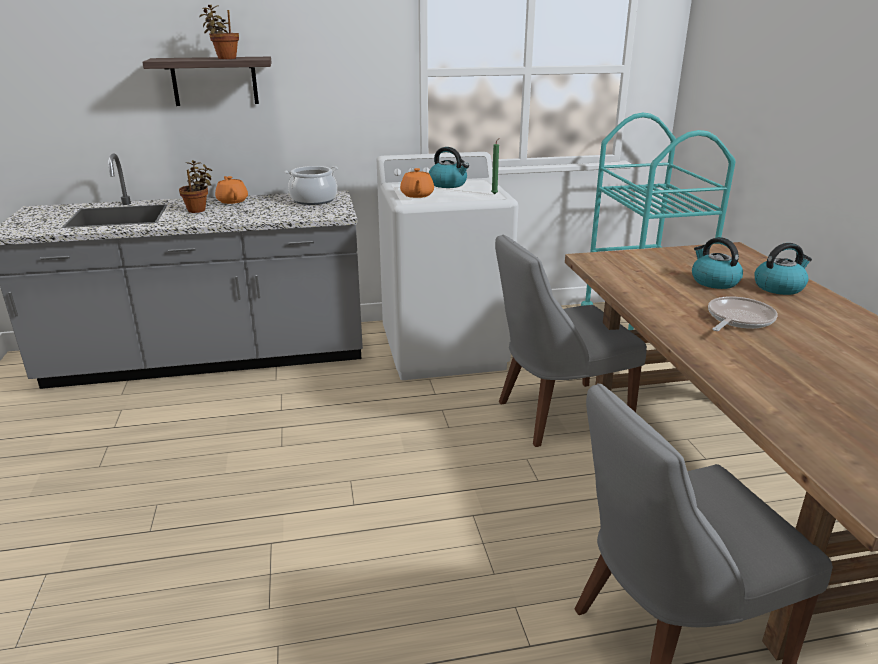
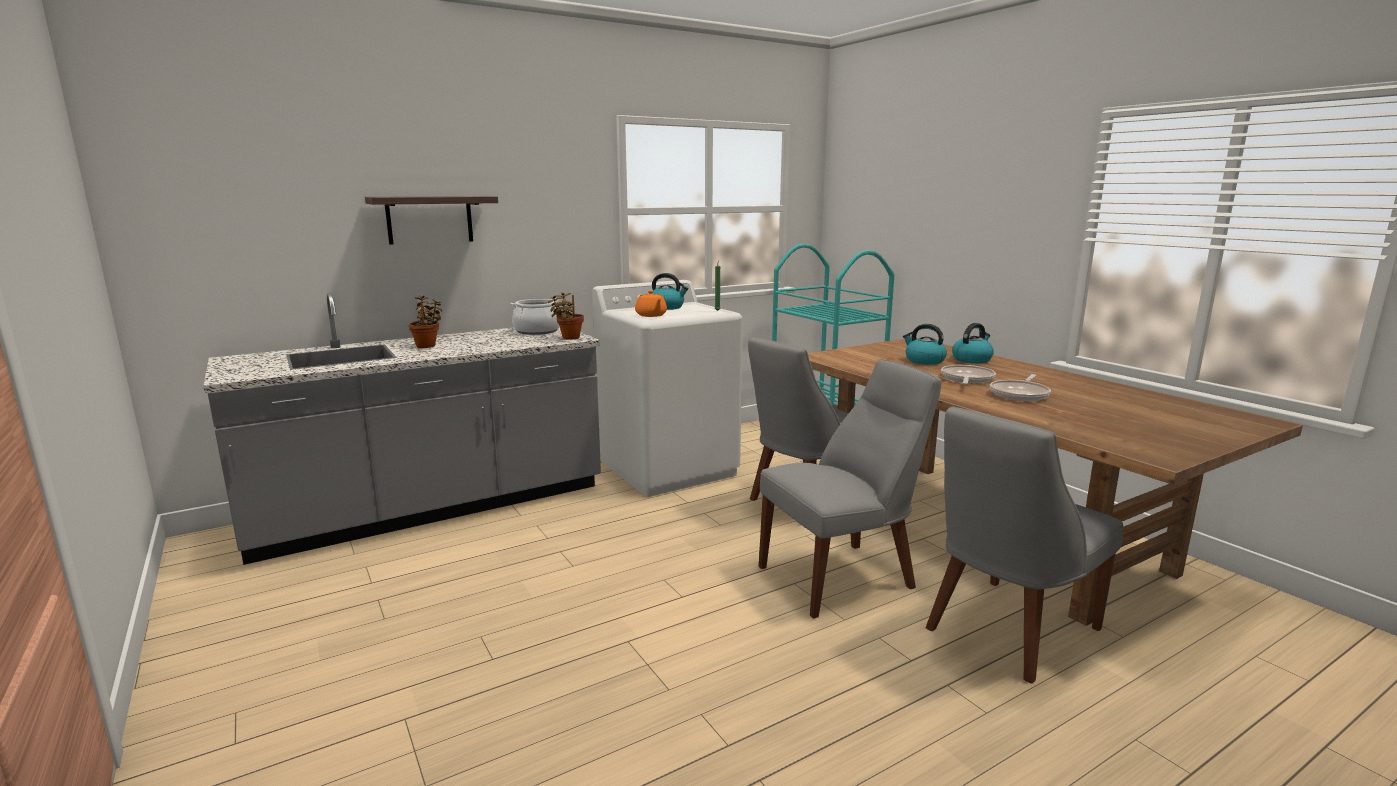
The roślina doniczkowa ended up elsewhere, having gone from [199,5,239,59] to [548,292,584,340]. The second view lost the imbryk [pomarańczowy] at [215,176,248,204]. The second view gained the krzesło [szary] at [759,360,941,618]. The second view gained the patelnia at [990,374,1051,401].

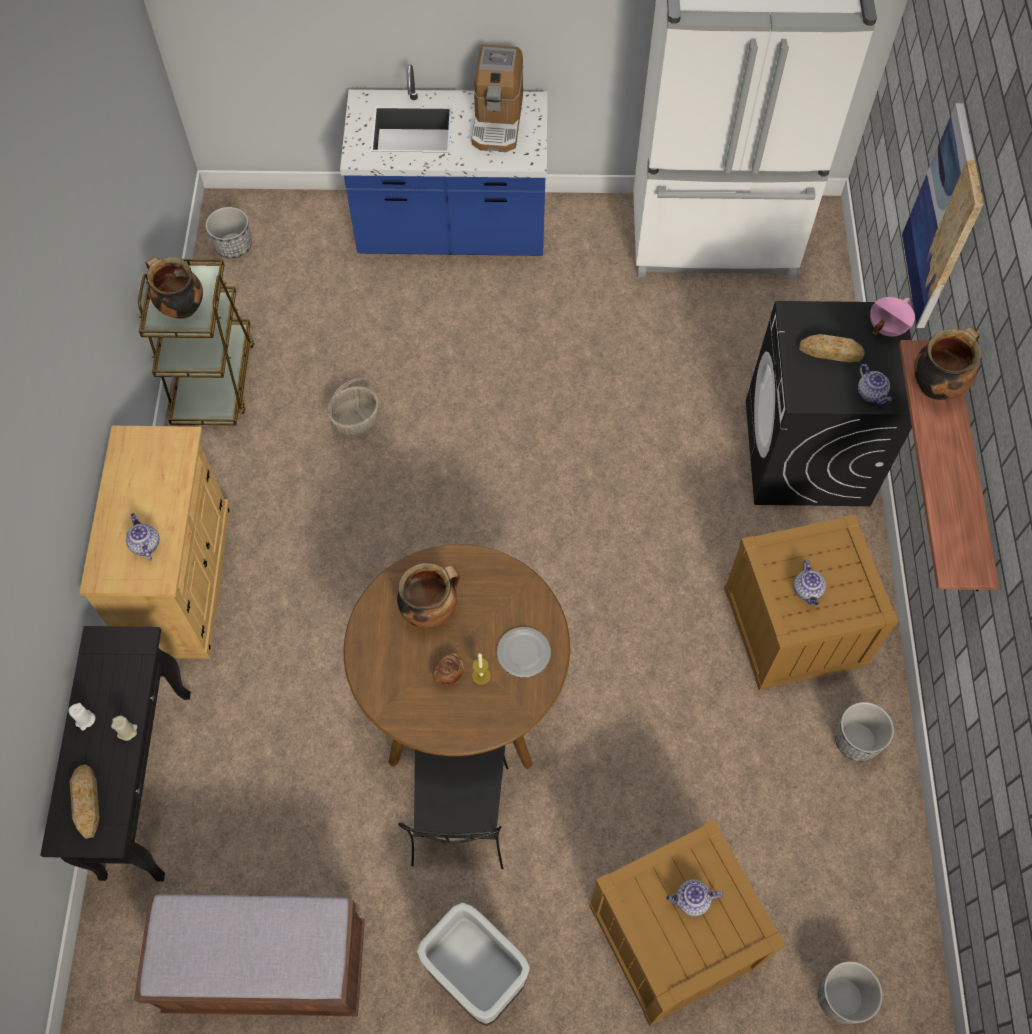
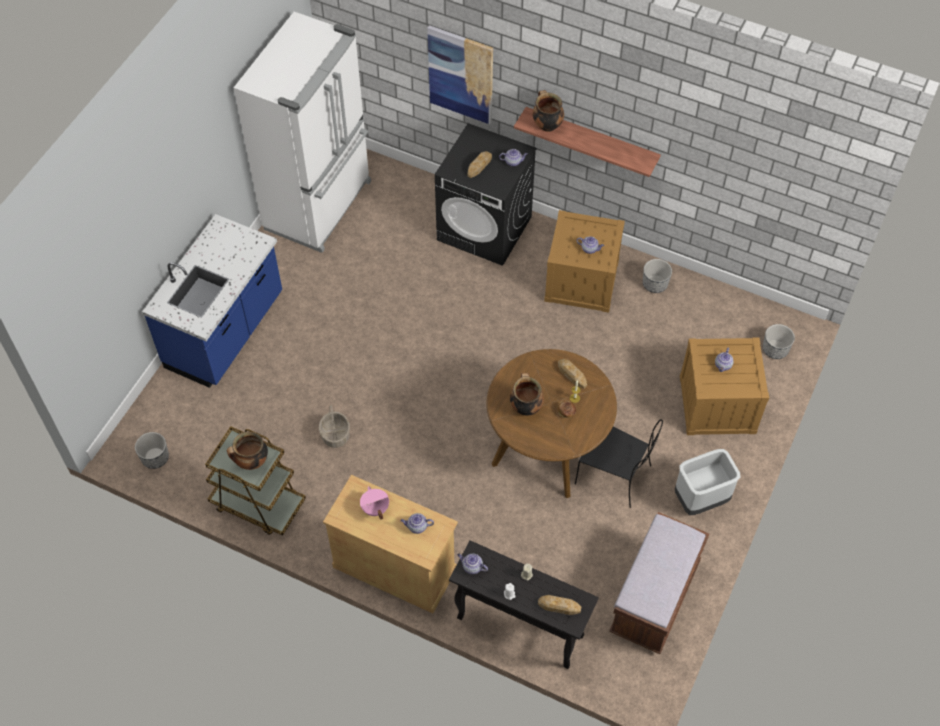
The second view lost the ekspres do kawy at [471,45,524,152]. Where the talerz stood at [497,627,551,677], the chleb came to stand at [558,359,587,389]. The garnek [różowy] ended up elsewhere, having gone from [870,297,915,336] to [360,486,389,520]. The second view gained the imbryk at [457,553,488,574].

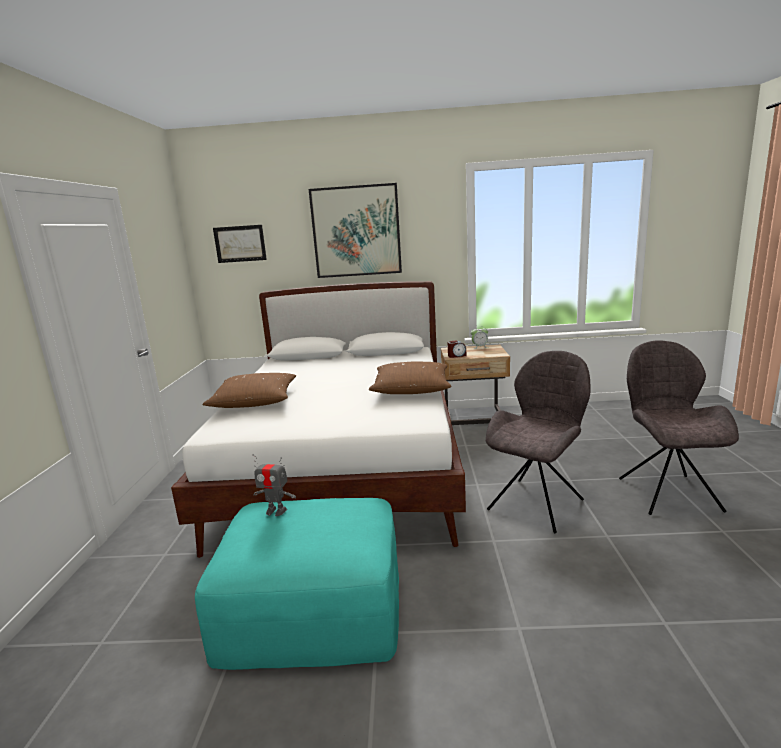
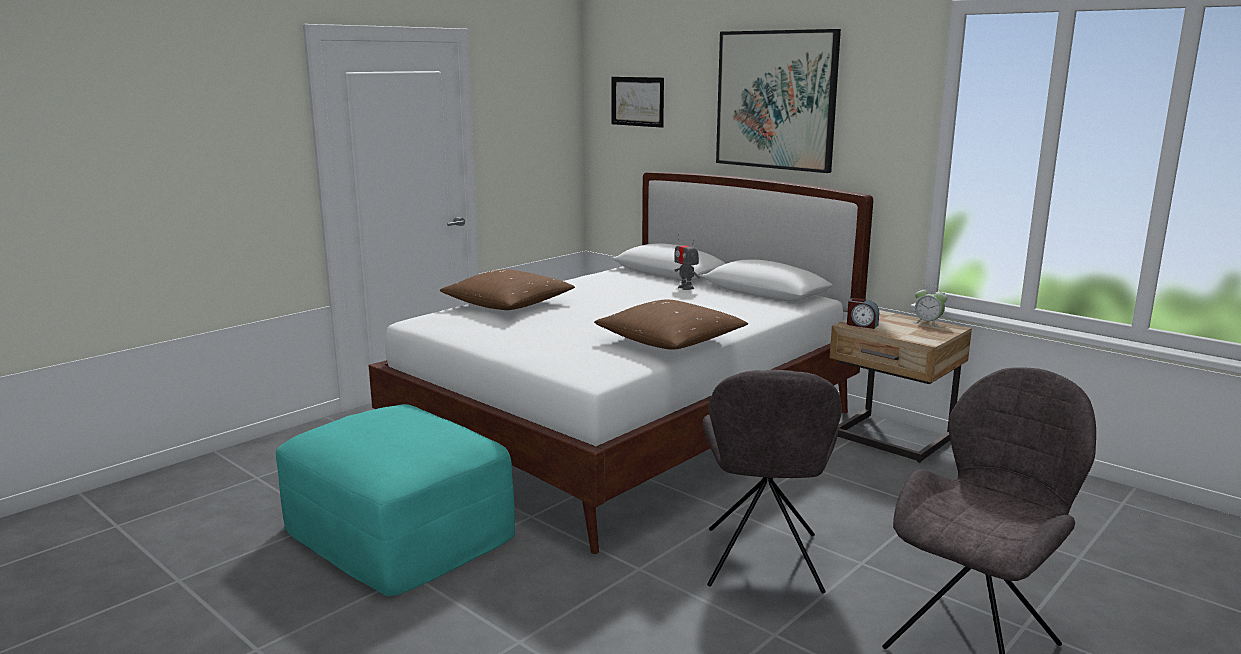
The robot zabawkowy ended up elsewhere, having gone from [253,454,296,516] to [674,234,700,290]. The krzesło [szary] at [486,351,590,533] ended up facing another way, 105 degrees clockwise from before.

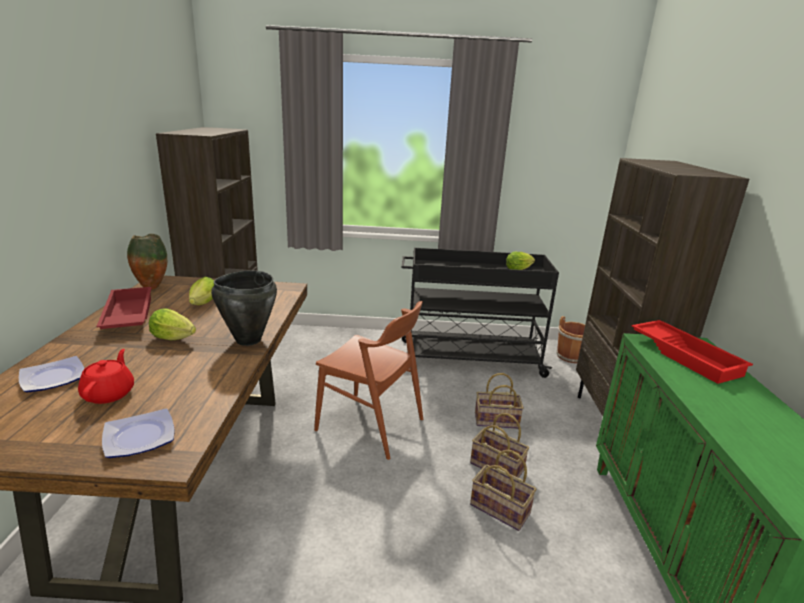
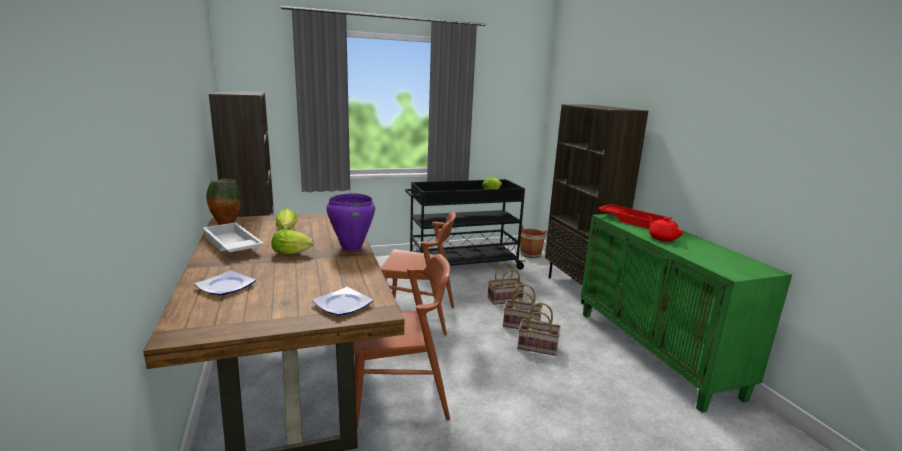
The imbryk [czerwony] ended up elsewhere, having gone from [78,349,134,404] to [648,216,683,241]. What was the taca [czerwony] at [97,287,152,329] turned into the taca [biały] at [203,222,264,252]. What was the garnek [czarny] at [211,270,277,346] turned into the garnek [fioletowy] at [326,193,375,251]. The second view gained the krzesło [brązowy] at [353,254,450,429].

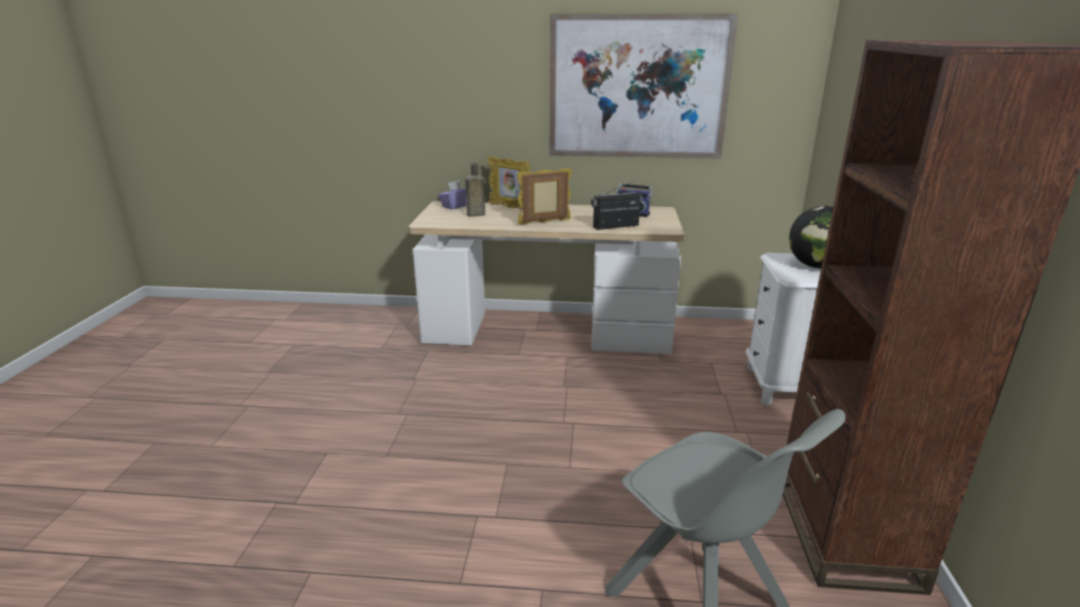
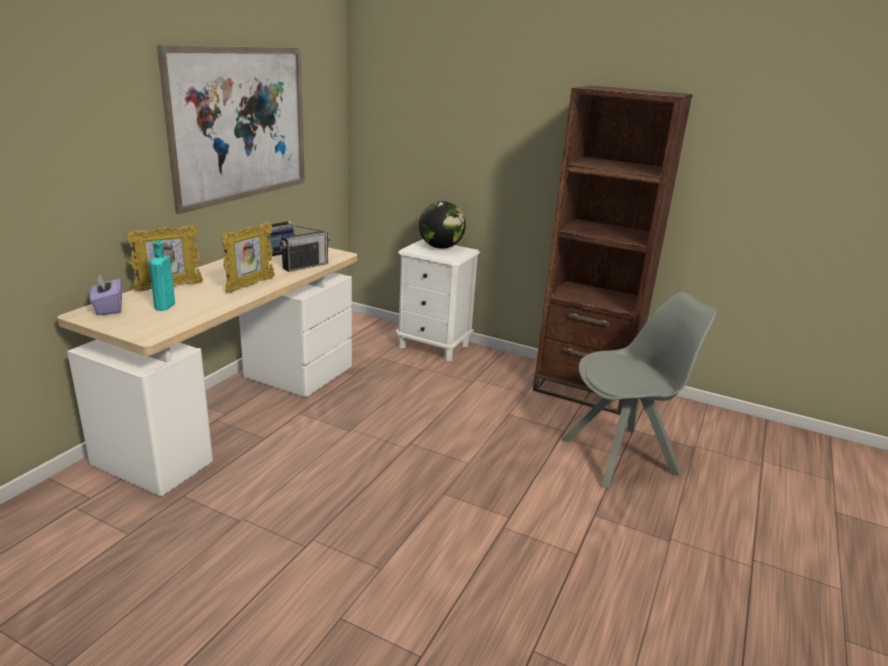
What was the butelka [brązowy] at [465,163,485,217] turned into the butelka [turkusowy] at [149,240,175,311]. The ramka na zdjęcie at [517,168,572,225] ended up facing another way, 150 degrees counterclockwise from before. The radio at [591,180,642,230] ended up facing another way, 135 degrees counterclockwise from before.

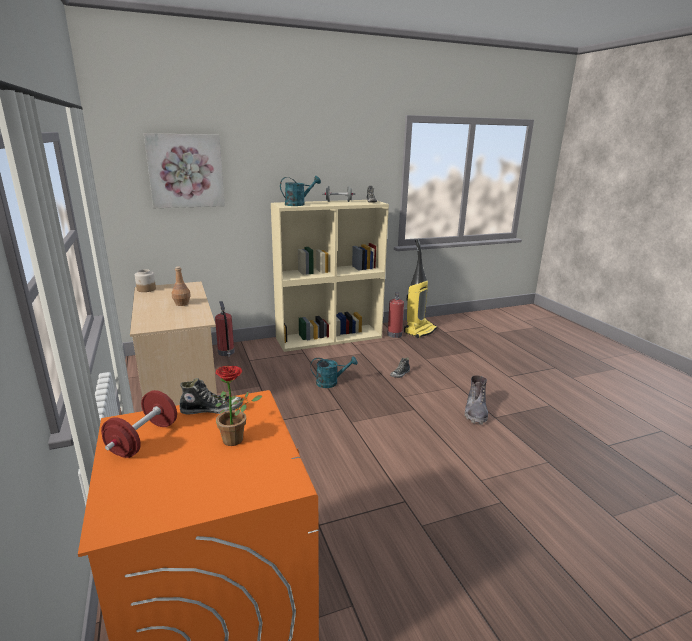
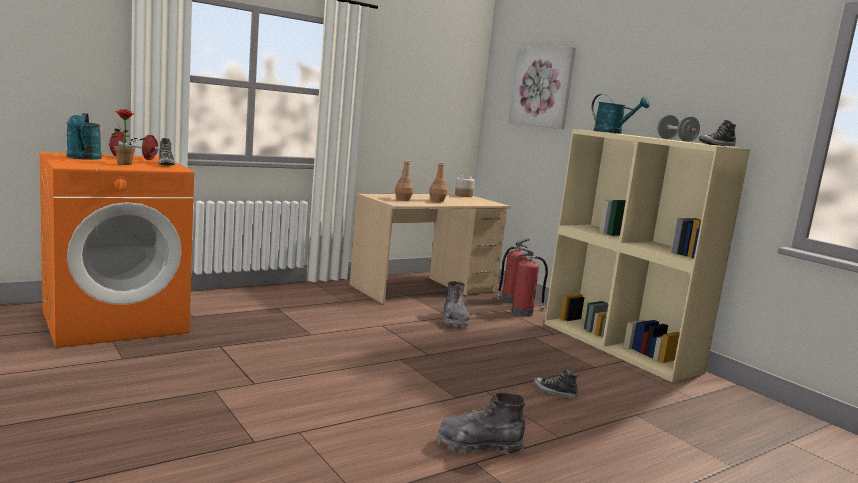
The konewka [turkusowy] ended up elsewhere, having gone from [310,356,358,388] to [66,113,102,160]. The gaśnica ended up elsewhere, having gone from [387,292,404,338] to [512,247,548,317]. The second view lost the odkurzacz at [404,239,437,338]. The second view gained the butelka [brązowy] at [395,160,414,201]. The second view gained the but z cholewką [szary] at [444,281,470,328].

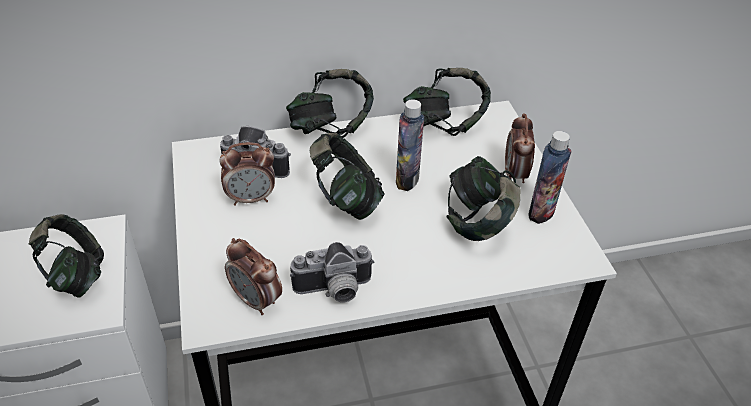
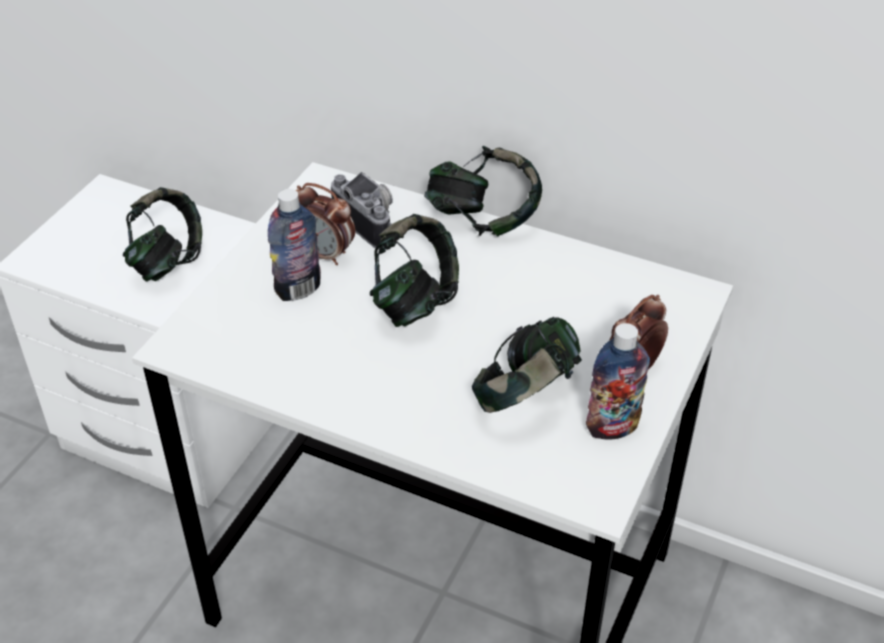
The second view lost the budzik at [225,238,282,315]. The second view lost the aparat fotograficzny at [290,242,374,303]. The butelka ended up elsewhere, having gone from [396,99,424,191] to [268,189,321,301]. The second view lost the słuchawki at [403,68,491,136].

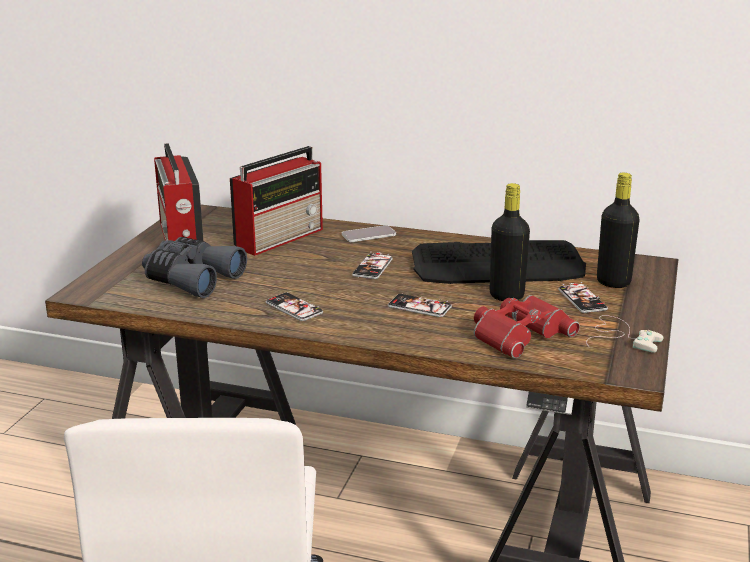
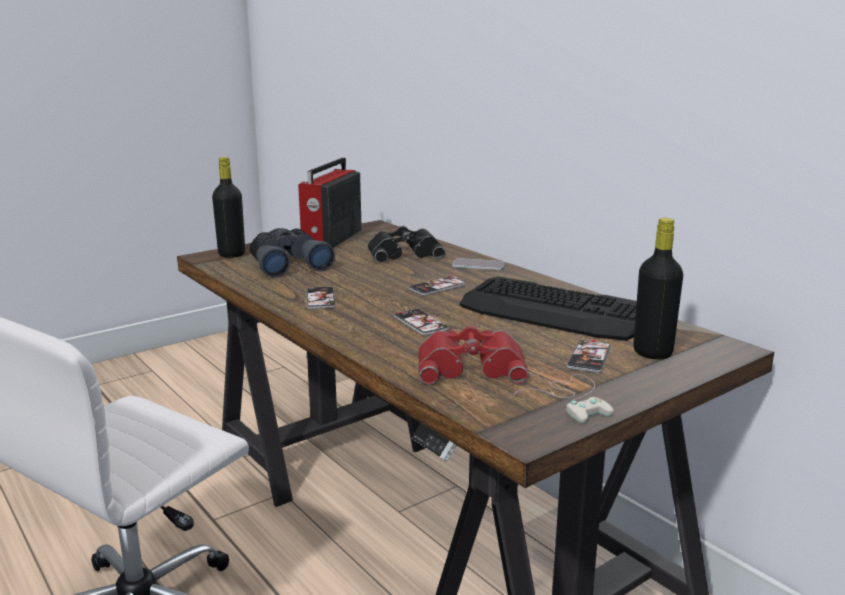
Where the radio stood at [230,146,323,256], the lornetka [czarny] came to stand at [368,226,446,263]. The butelka [czarny] ended up elsewhere, having gone from [490,183,530,301] to [212,157,245,258].

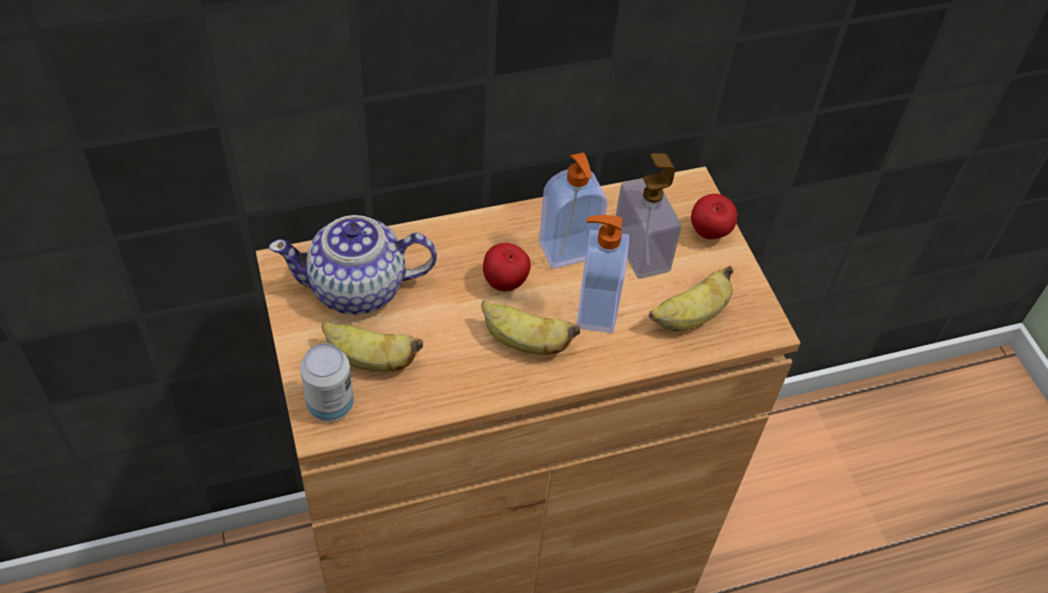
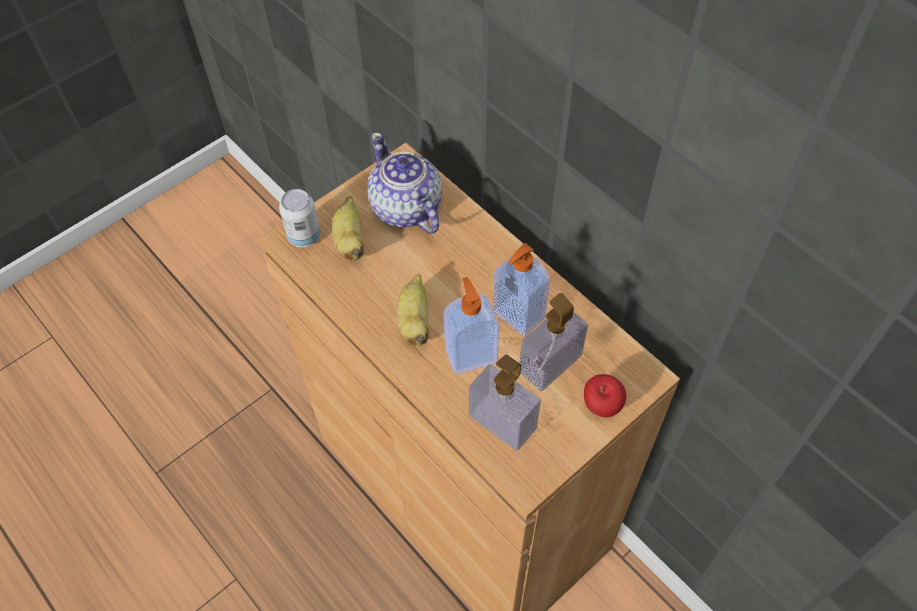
The second view lost the jabłko at [483,243,531,291]. Where the banan stood at [649,266,733,331], the dozownik mydła came to stand at [469,354,541,451].

